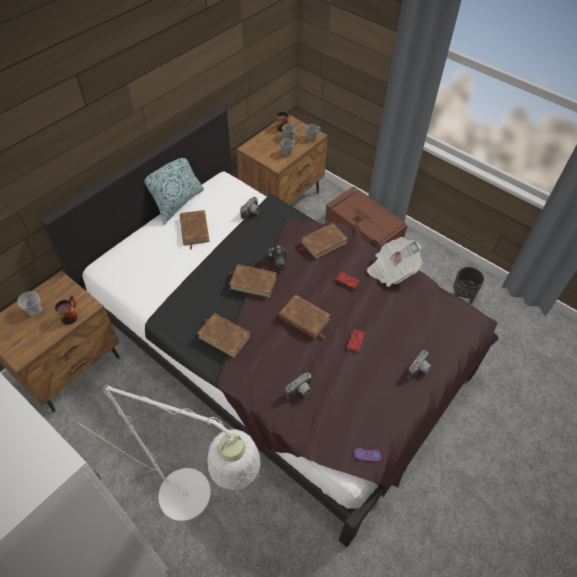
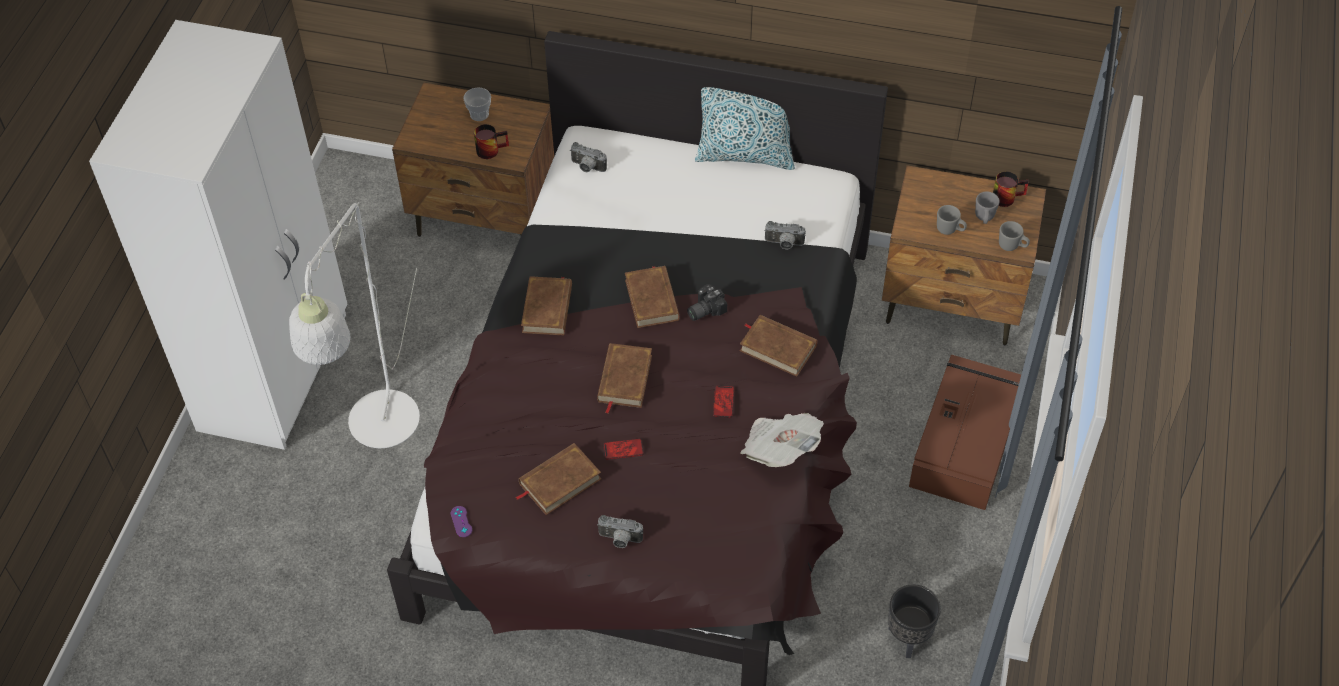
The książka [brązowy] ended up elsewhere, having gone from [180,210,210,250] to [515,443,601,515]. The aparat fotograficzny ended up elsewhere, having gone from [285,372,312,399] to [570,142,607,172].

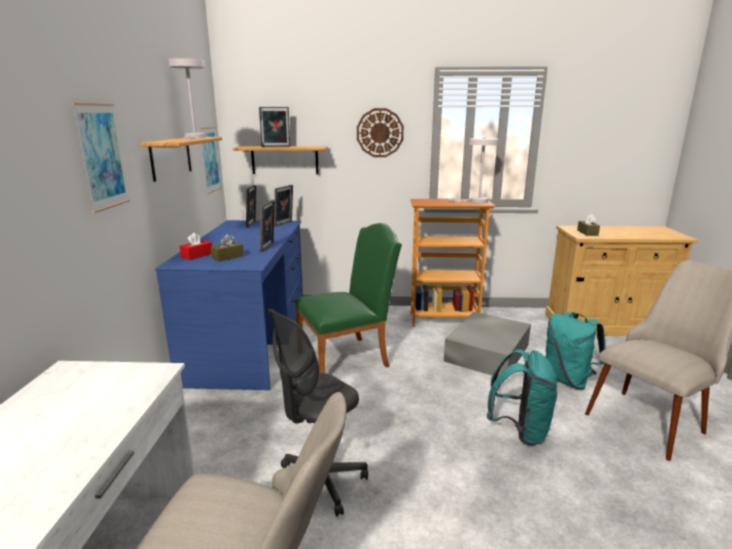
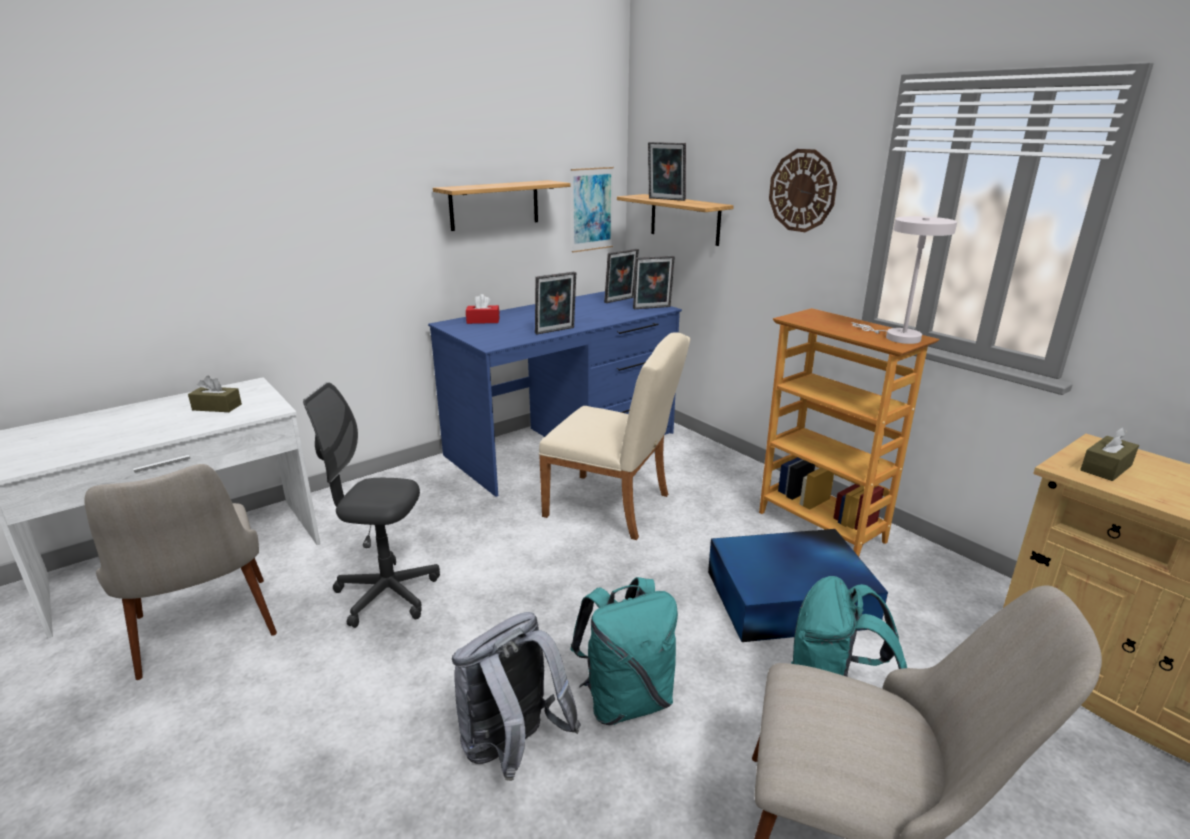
The second view lost the obraz at [71,103,130,213]. The second view lost the lampa stołowa [biały] at [168,58,206,139]. The pudełko chusteczek [brązowy] ended up elsewhere, having gone from [211,234,244,262] to [188,376,242,412]. What was the krzesło [zielony] at [295,223,402,374] turned into the krzesło [beżowy] at [538,332,690,540]. What was the pojemnik do przechowywania [szary] at [444,312,531,379] turned into the pojemnik do przechowywania [niebieski] at [708,529,888,642]. The second view gained the plecak [szary] at [452,612,581,781].

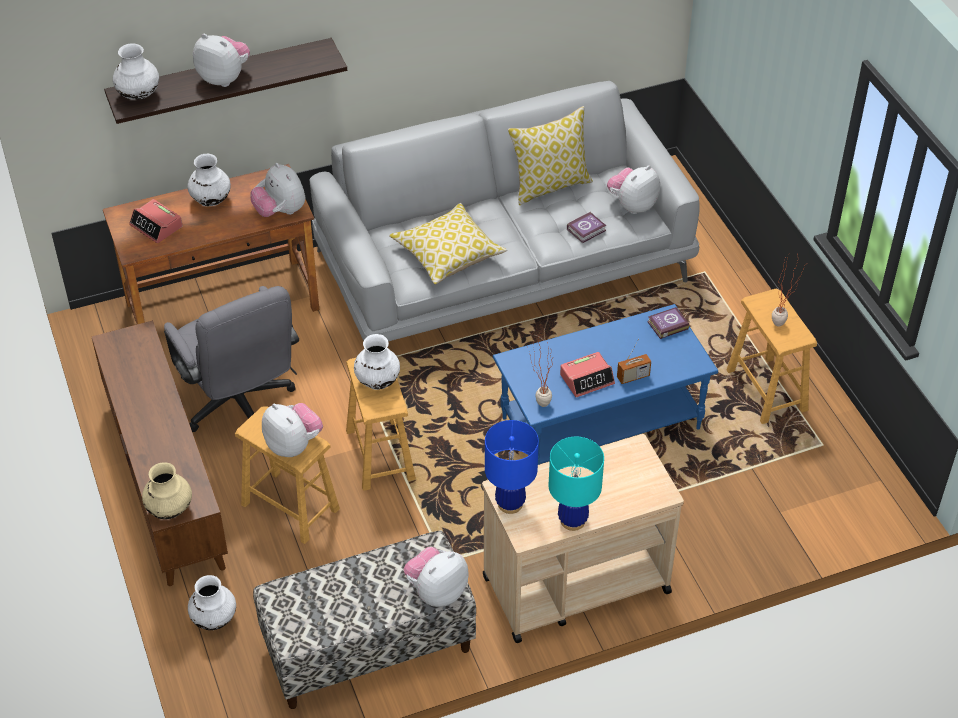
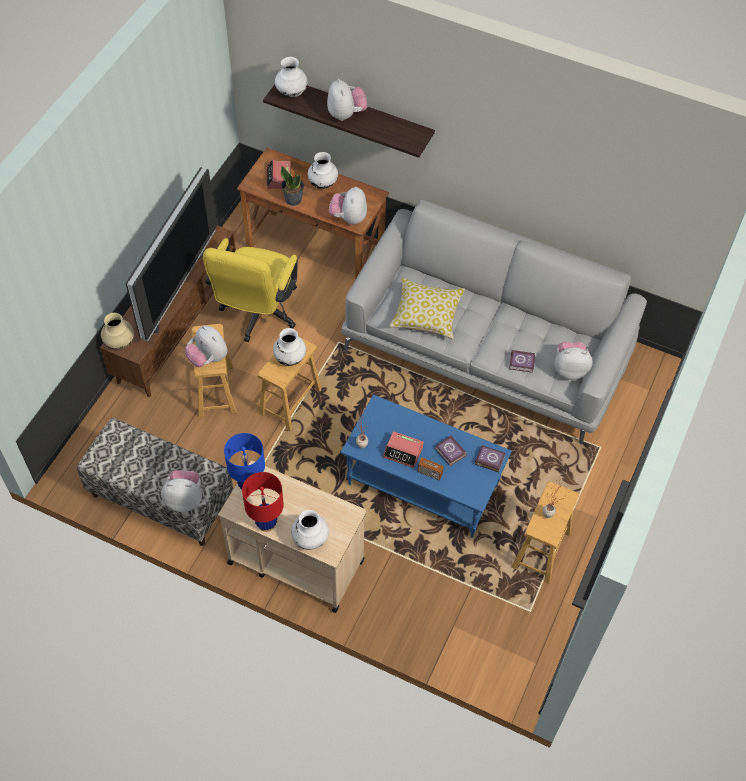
What was the krzesło biurowe [szary] at [164,286,299,432] turned into the krzesło biurowe [żółty] at [203,238,298,342]. The wazon [biały] ended up elsewhere, having gone from [188,575,236,630] to [291,510,329,550]. The pluszak at [262,403,323,457] ended up facing another way, 135 degrees clockwise from before. The second view lost the poduszka at [508,106,593,205]. What was the lampa stołowa [turkusowy] at [548,437,604,531] turned into the lampa stołowa [czerwony] at [242,472,284,532]. The second view gained the telewizor at [126,167,217,341]. The second view gained the roślina doniczkowa at [280,166,304,206]. The second view gained the książka at [435,436,467,466].

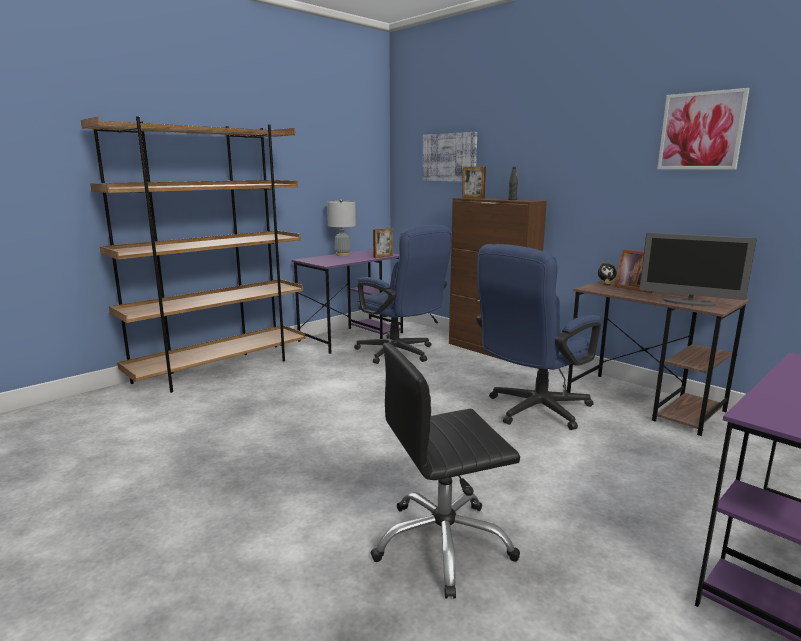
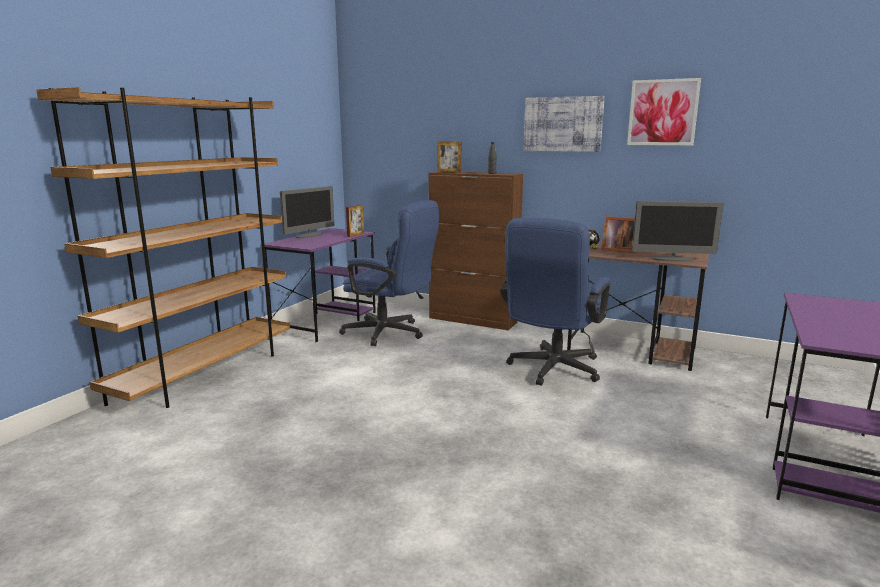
Where the lampa stołowa [szary] stood at [327,199,356,256], the monitor came to stand at [280,186,334,238]. The second view lost the krzesło biurowe [czarny] at [371,343,520,599]. The obraz ended up elsewhere, having gone from [422,132,477,182] to [524,96,605,152].

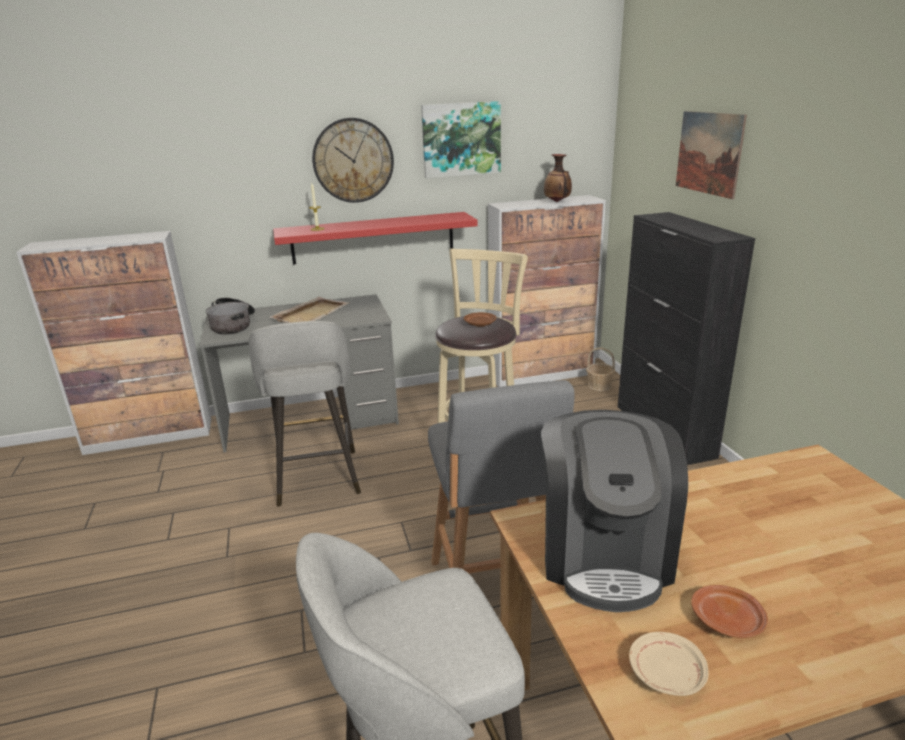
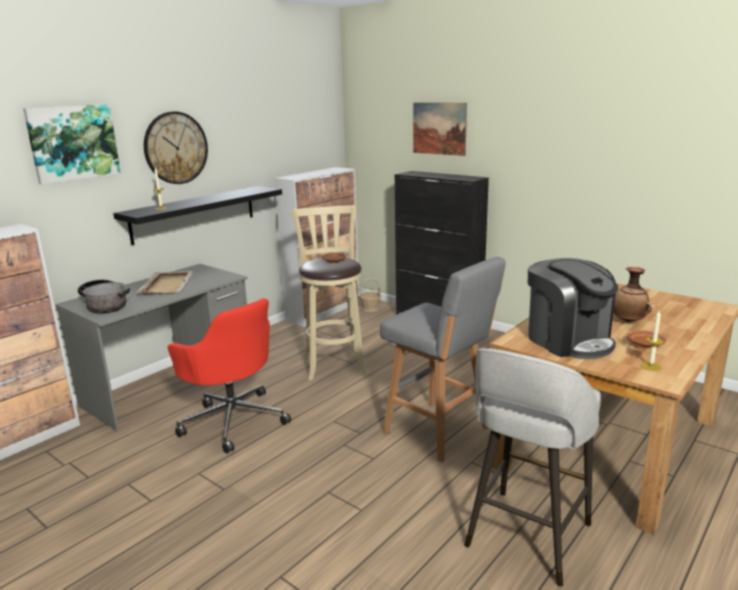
Where the stołek [szary] stood at [249,321,361,507], the krzesło biurowe [czerwony] came to stand at [168,298,291,453]. What was the półka [czerwony] at [273,212,478,265] turned into the półka [czarny] at [113,186,282,245]. The obraz ended up elsewhere, having gone from [421,101,501,178] to [23,104,121,184]. The wazon ended up elsewhere, having gone from [544,154,572,202] to [613,267,652,322]. Where the talerz [beżowy] stood at [629,632,709,696], the świeca came to stand at [641,311,664,371].

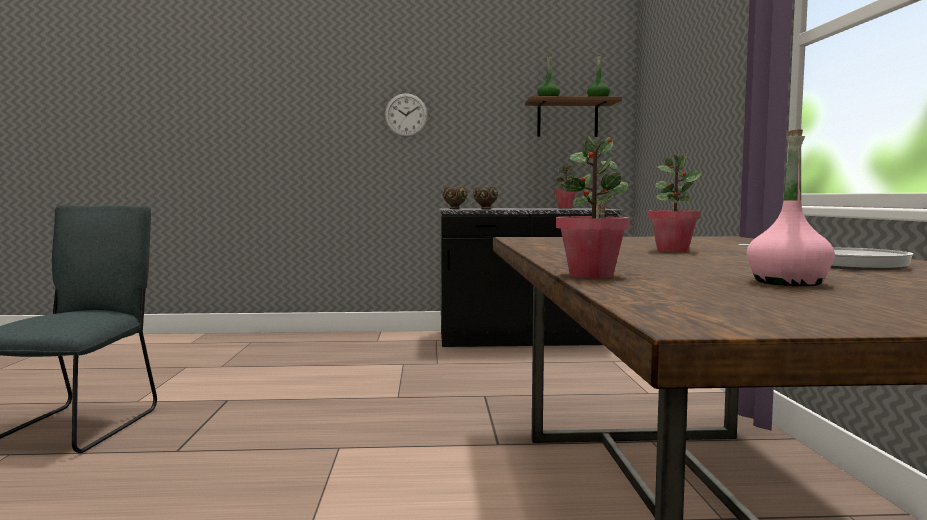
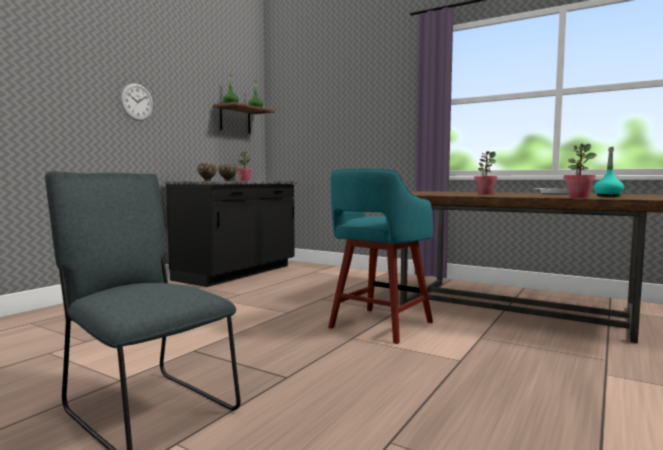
What was the butelka [różowy] at [747,129,835,286] turned into the butelka [turkusowy] at [594,147,624,197]. The second view gained the stołek [turkusowy] at [328,168,433,344].

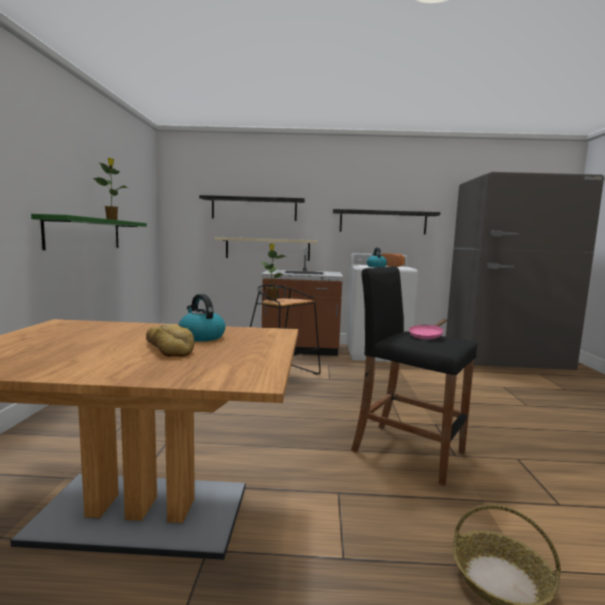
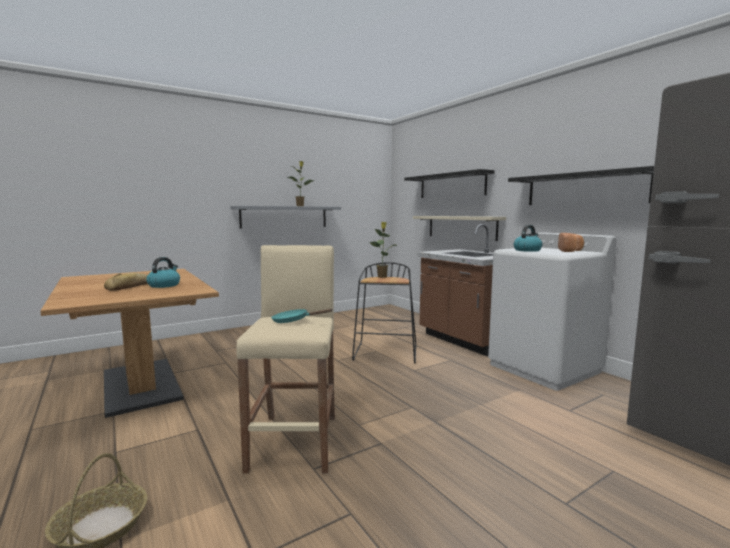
What was the półka [zielony] at [31,214,147,250] turned into the półka [szary] at [230,206,341,229]. What was the stołek [czarny] at [351,266,478,486] turned into the stołek [beżowy] at [236,245,335,473]. What was the patelnia [różowy] at [409,319,447,339] turned into the patelnia [turkusowy] at [271,308,333,323].

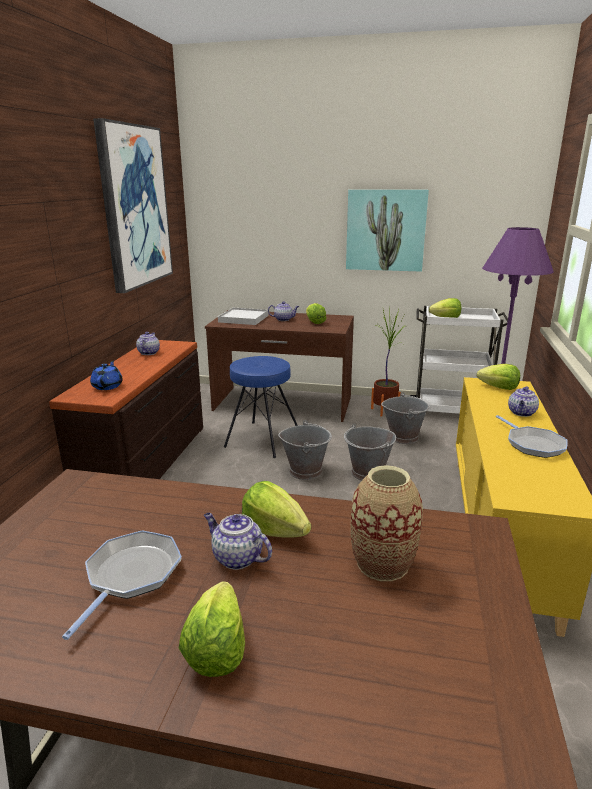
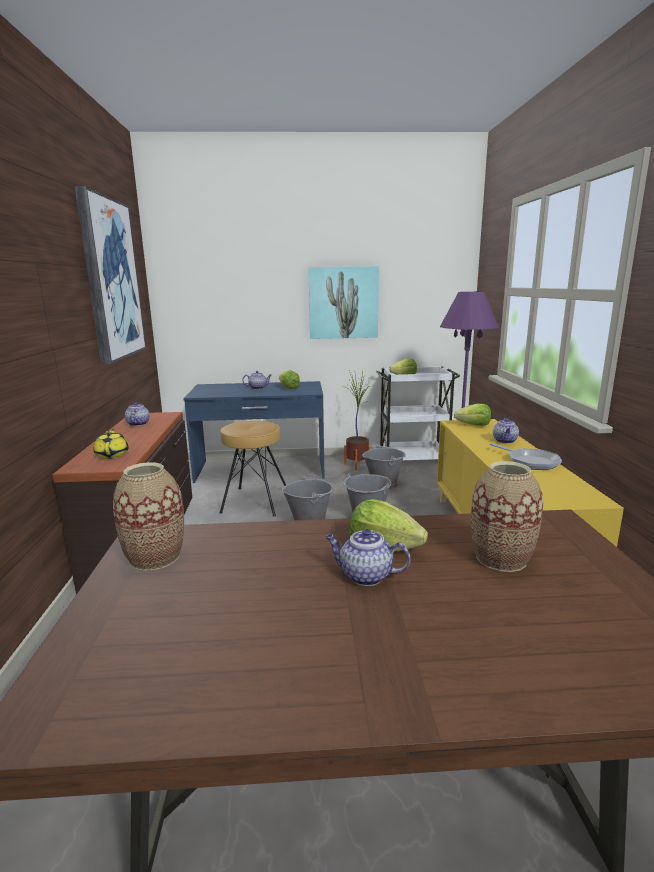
The second view lost the patelnia at [62,530,182,640]. What was the imbryk [niebieski] at [90,361,123,390] turned into the imbryk [żółty] at [94,429,128,459]. The second view lost the sałata at [179,581,245,677]. What was the biurko [brązowy] at [205,310,354,422] turned into the biurko [niebieski] at [183,381,325,483]. The second view lost the taca [biały] at [218,308,269,325]. What was the stołek [niebieski] at [224,356,298,458] turned into the stołek [brązowy] at [220,420,286,517]. The second view gained the wazon at [113,462,184,571].

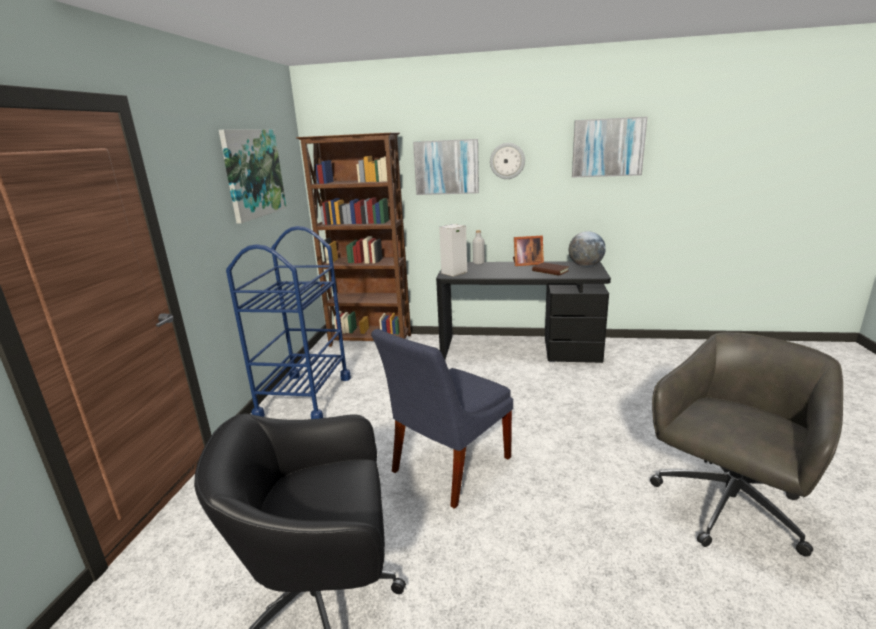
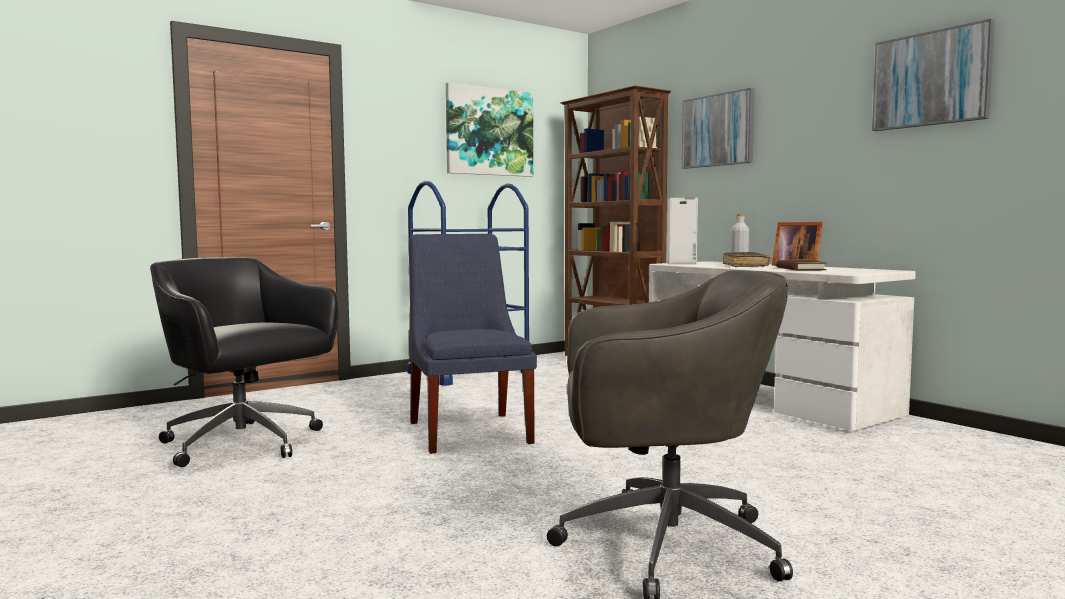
The krzesło [niebieski] at [371,329,513,509] ended up facing another way, 75 degrees clockwise from before. What was the biurko [czarny] at [436,261,611,363] turned into the biurko [biały] at [649,261,916,431]. The second view lost the zegar ścienny at [490,143,525,179]. The second view lost the globus at [569,231,606,267]. The second view gained the książka [brązowy] at [723,252,770,267].

